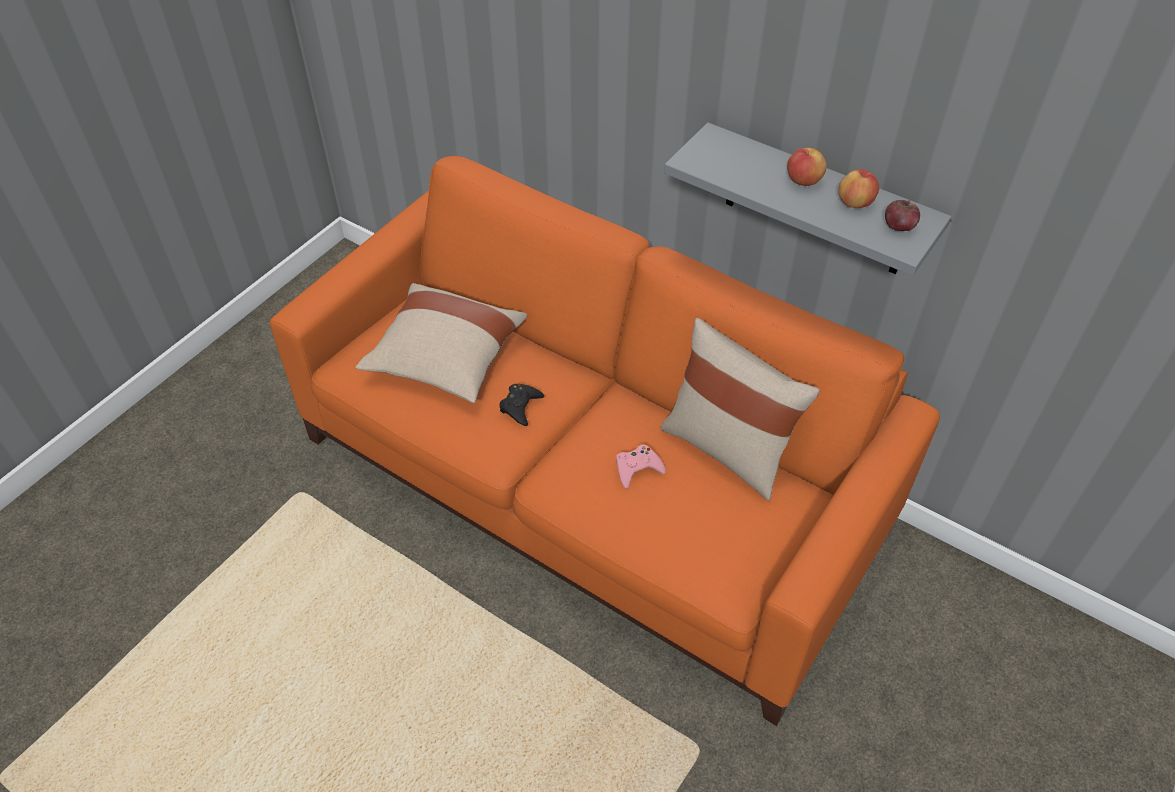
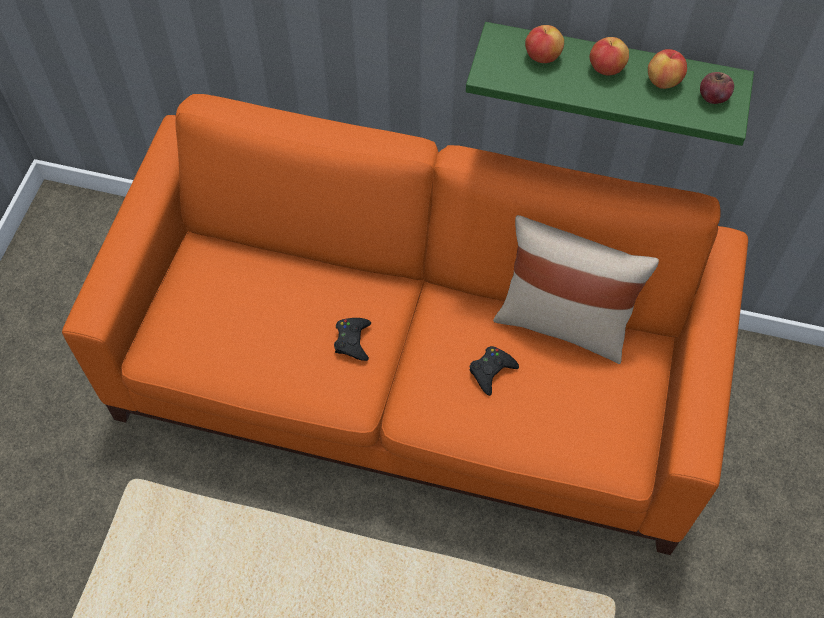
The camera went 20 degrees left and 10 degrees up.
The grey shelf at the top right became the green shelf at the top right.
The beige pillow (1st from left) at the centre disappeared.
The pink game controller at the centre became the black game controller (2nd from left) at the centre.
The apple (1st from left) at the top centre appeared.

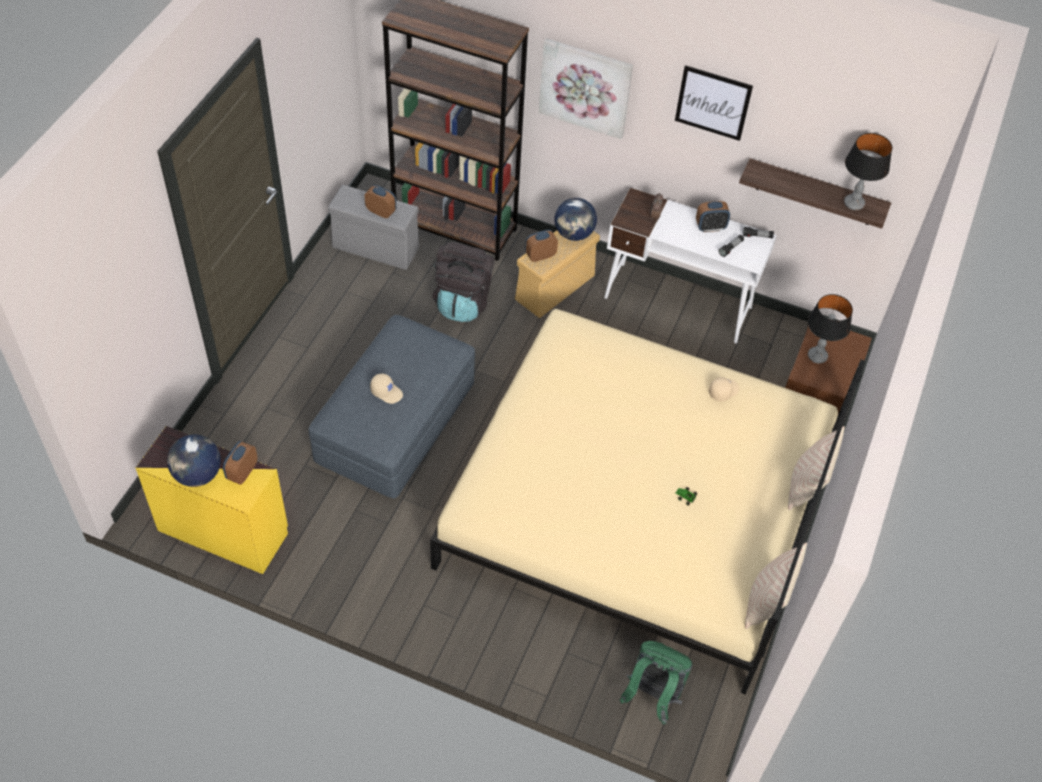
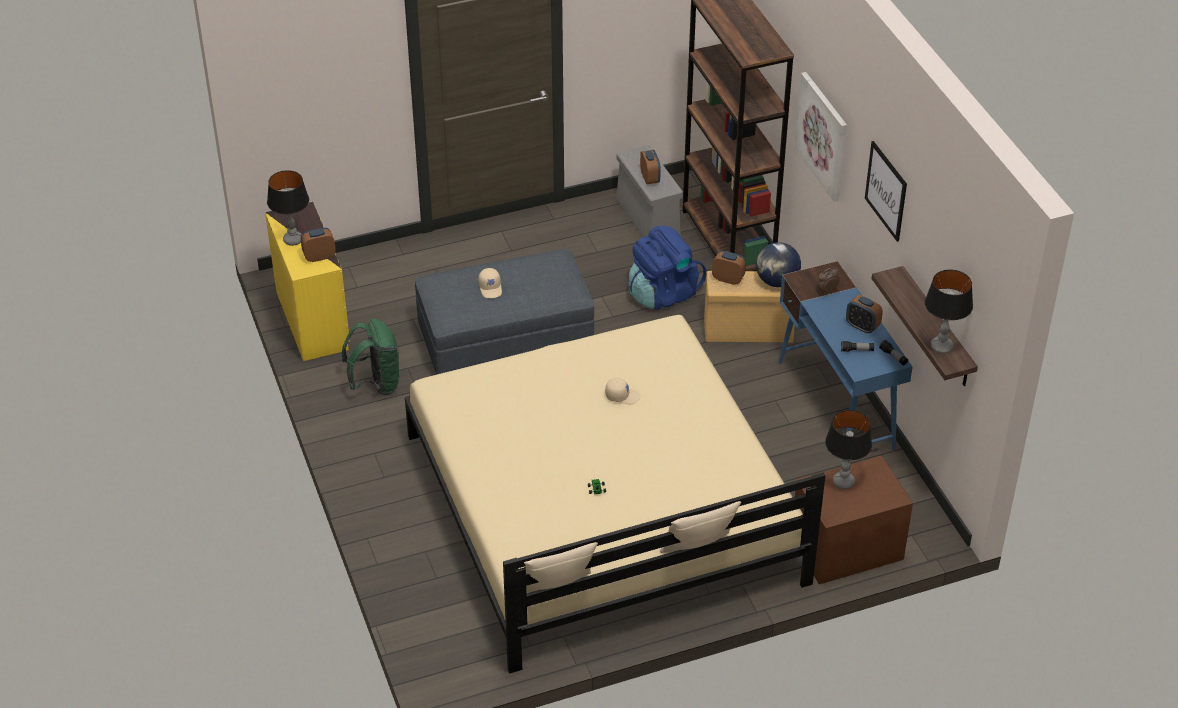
The camera went 50 degrees right and 10 degrees down.
The white desk at the centre became the blue desk at the middle right.
The black backpack at the centre became the blue backpack at the centre.
The beige cap (2nd from left) moved from the middle right to the centre.
The globe (1st from left) at the middle left was replaced by the table lamp (1st from left) at the top left.
The green backpack moved from the bottom centre to the middle left.

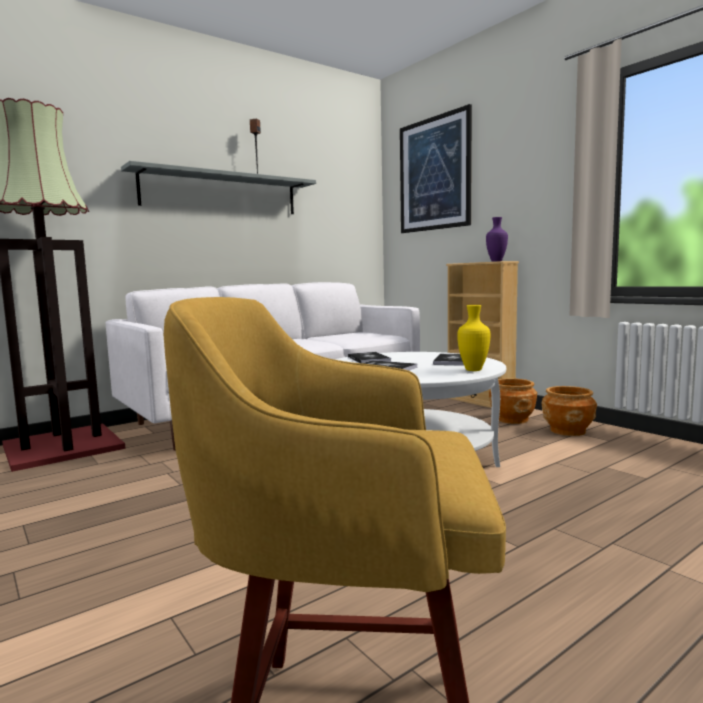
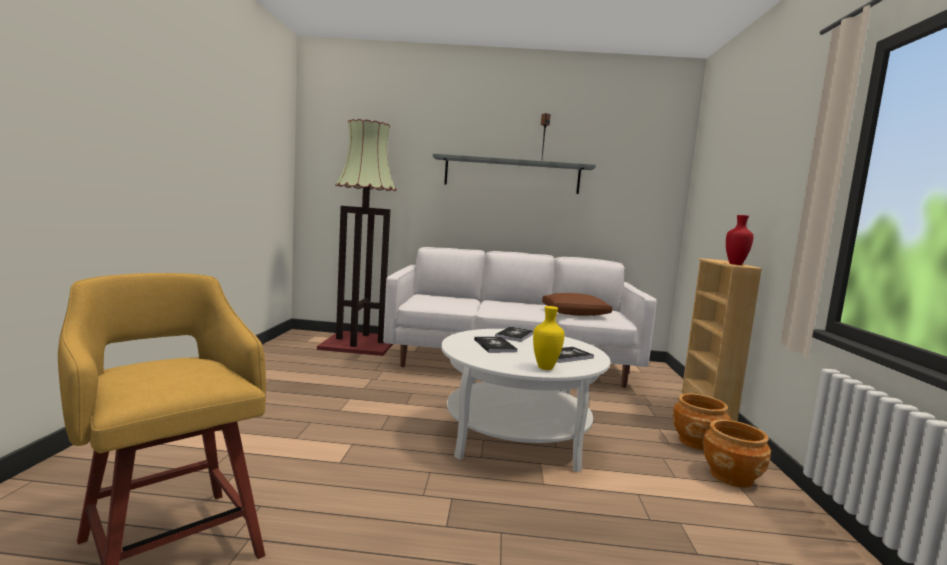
The camera went 40 degrees right and 0 degrees up.
The picture at the top centre disappeared.
The purple vase at the middle right became the red vase at the middle right.
The brown pillow at the centre appeared.

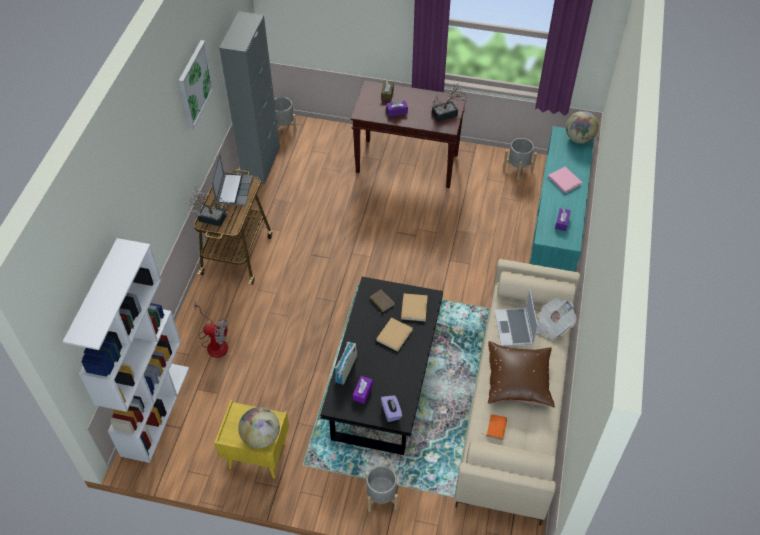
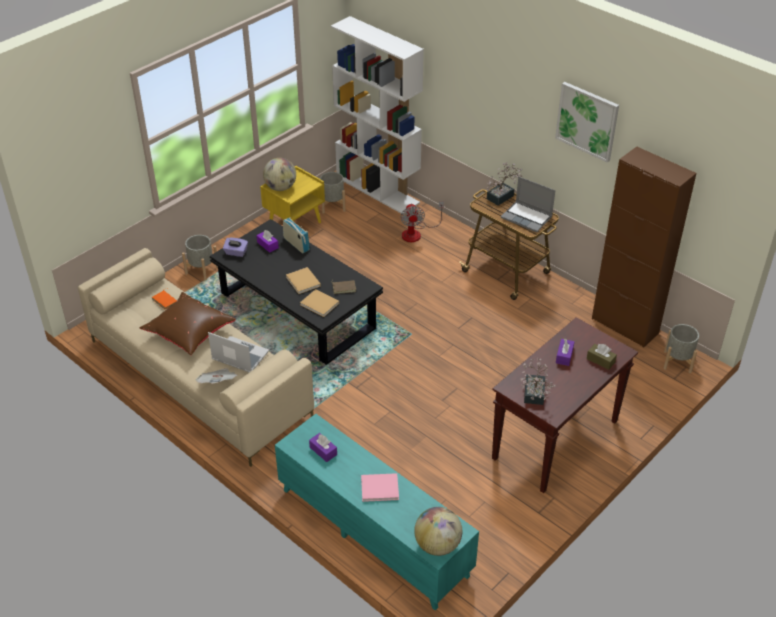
The camera went 120 degrees right and 10 degrees down.
The grey cabinet at the top left became the brown cabinet at the middle right.
The grey planter (3rd from left in the first image) moved from the top right to the top centre.
The fan at the middle left turned 45 degrees counterclockwise.

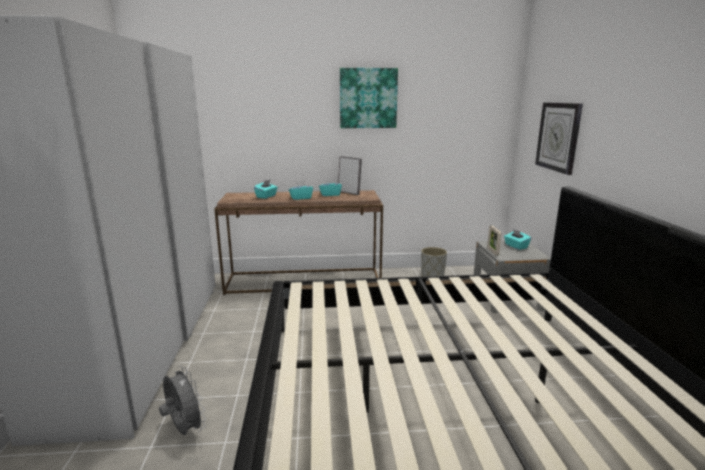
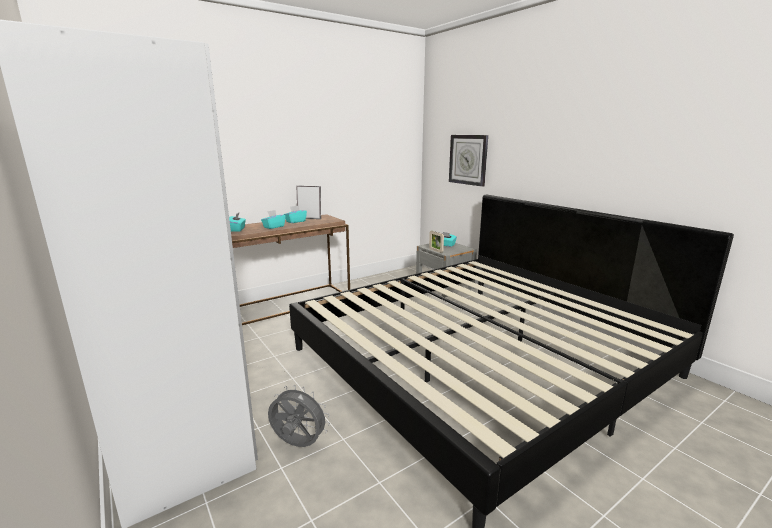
The camera went 30 degrees left and 0 degrees up.
The picture at the top centre disappeared.
The grey planter at the centre disappeared.

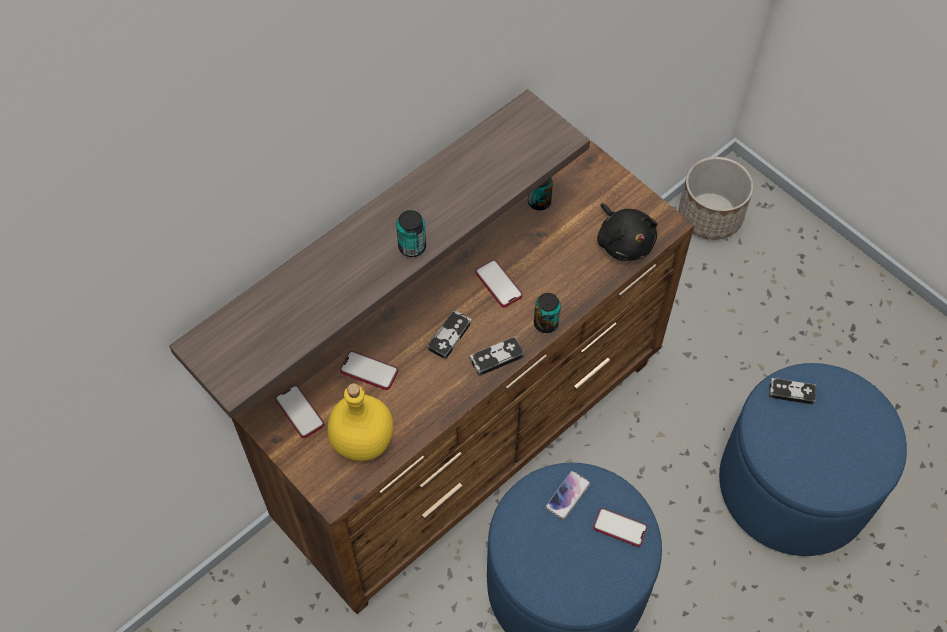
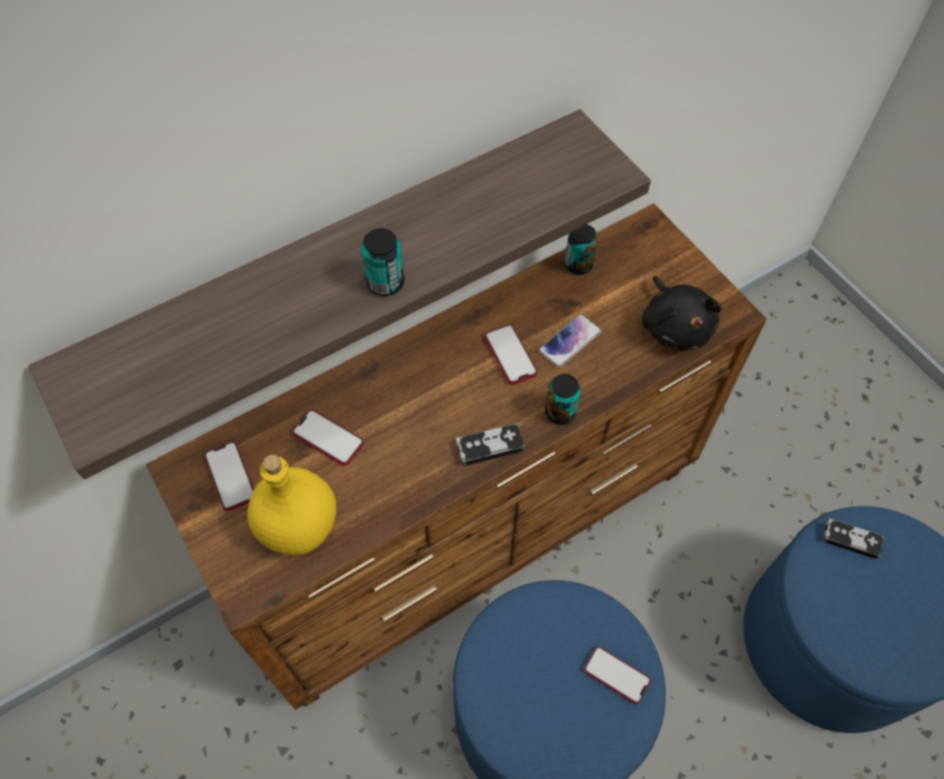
The camera went 10 degrees right and 0 degrees up.
The planter at the top right disappeared.
The game controller (1st from left) at the centre disappeared.
The phone (4th from left) moved from the bottom centre to the centre.

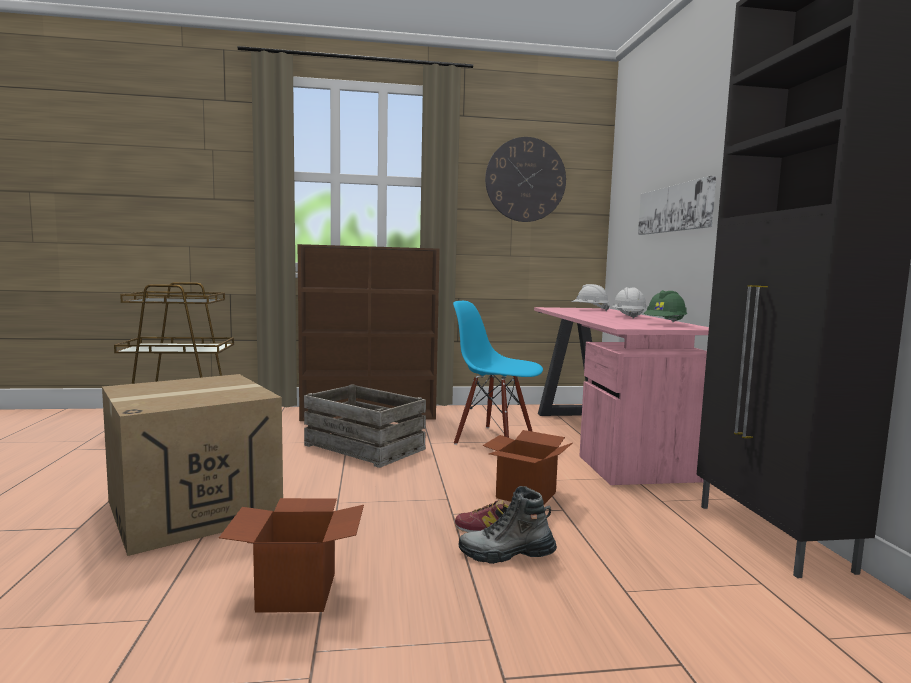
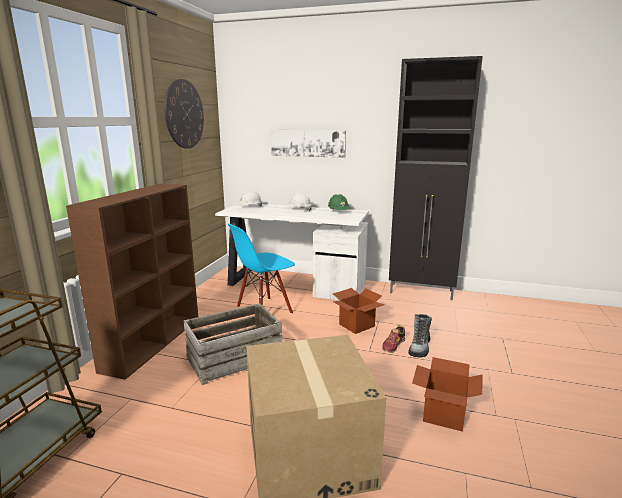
The camera went 65 degrees left and 10 degrees up.
The pink desk at the middle right became the white desk at the centre.

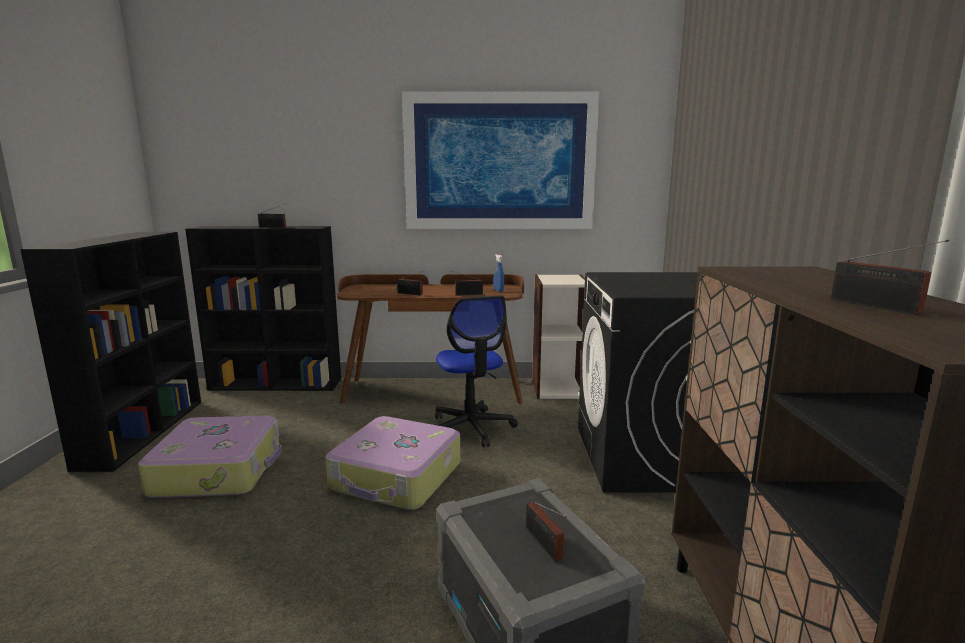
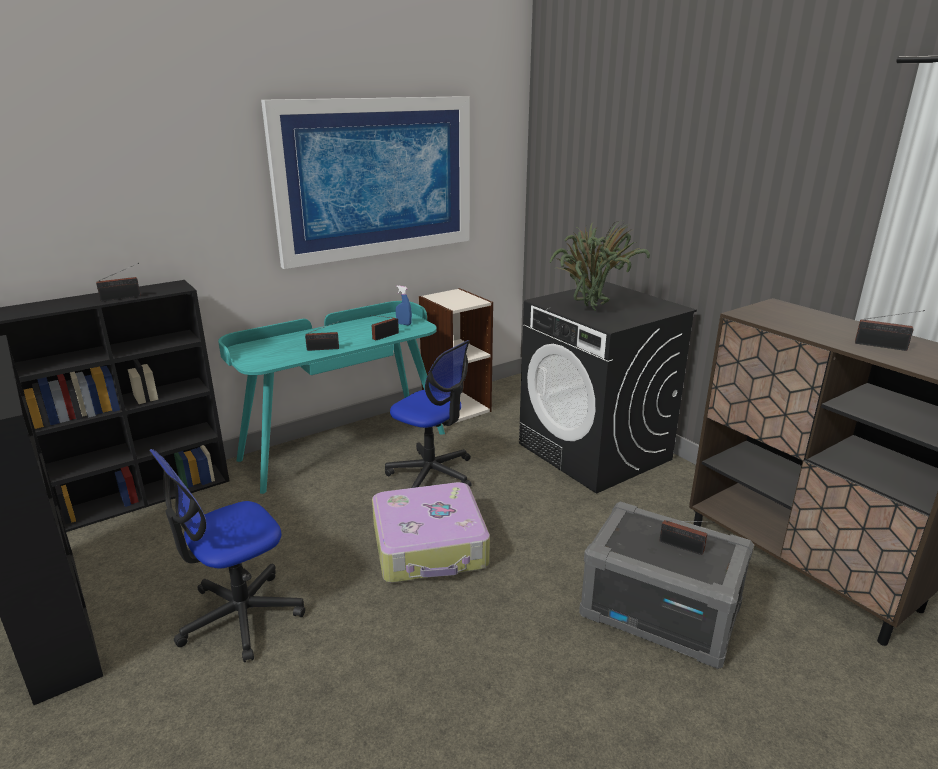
The camera went 35 degrees left and 10 degrees up.
The brown desk at the centre became the turquoise desk at the centre.
The suitcase (1st from left) at the bottom left was replaced by the office chair (1st from left) at the bottom left.
The potted plant at the centre appeared.

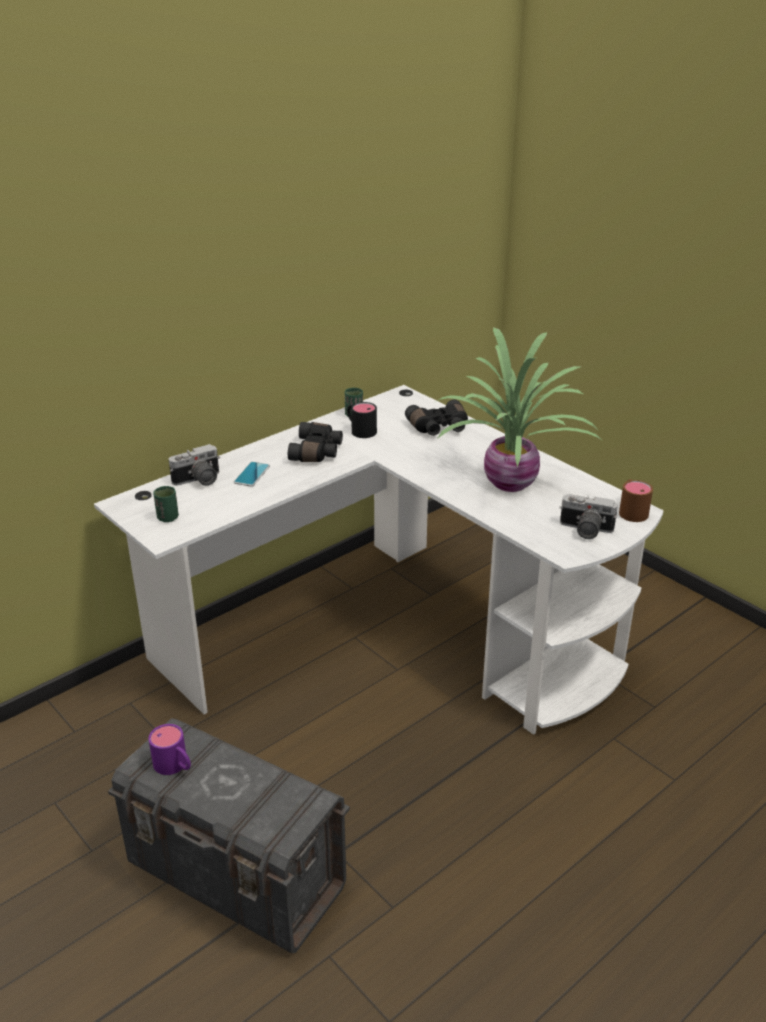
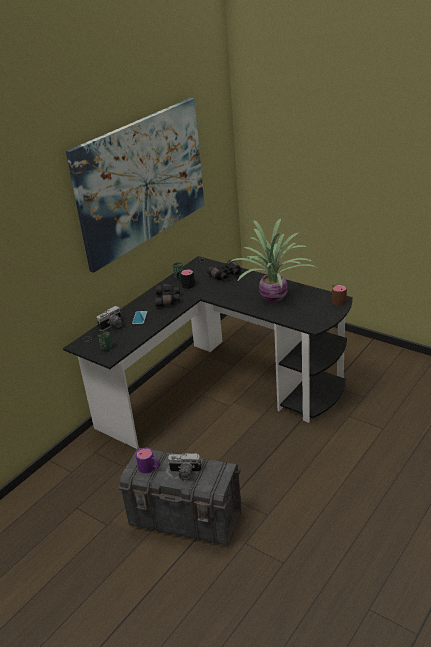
The camera went 10 degrees left and 0 degrees up.
The white desk at the centre became the black desk at the centre.
The photo camera (2nd from left) moved from the middle right to the bottom centre.
The picture at the top left appeared.

